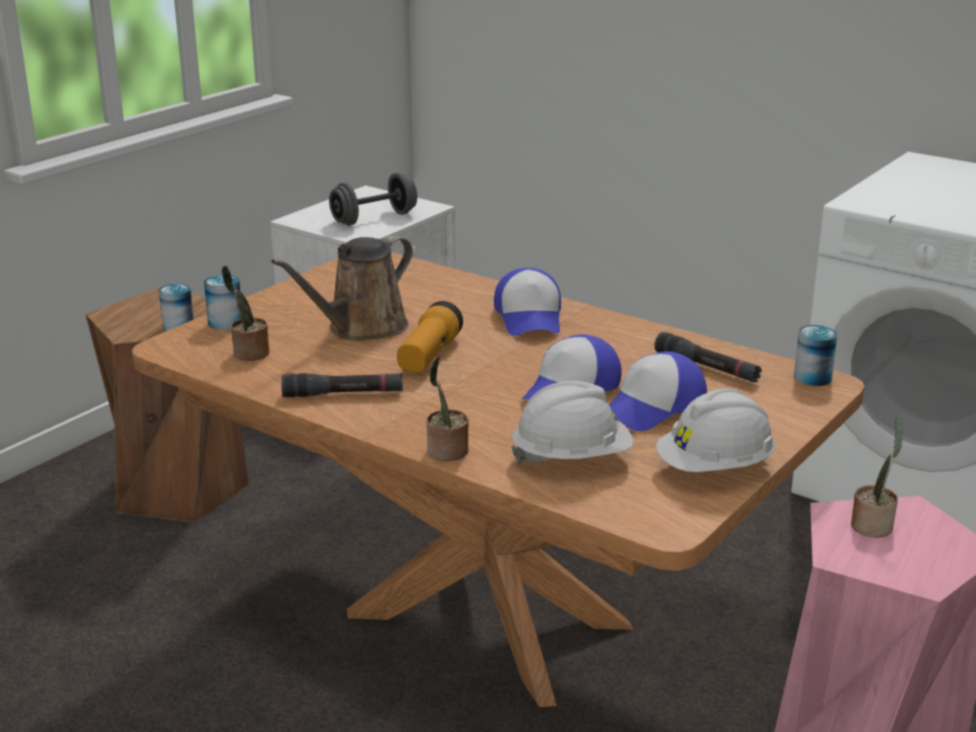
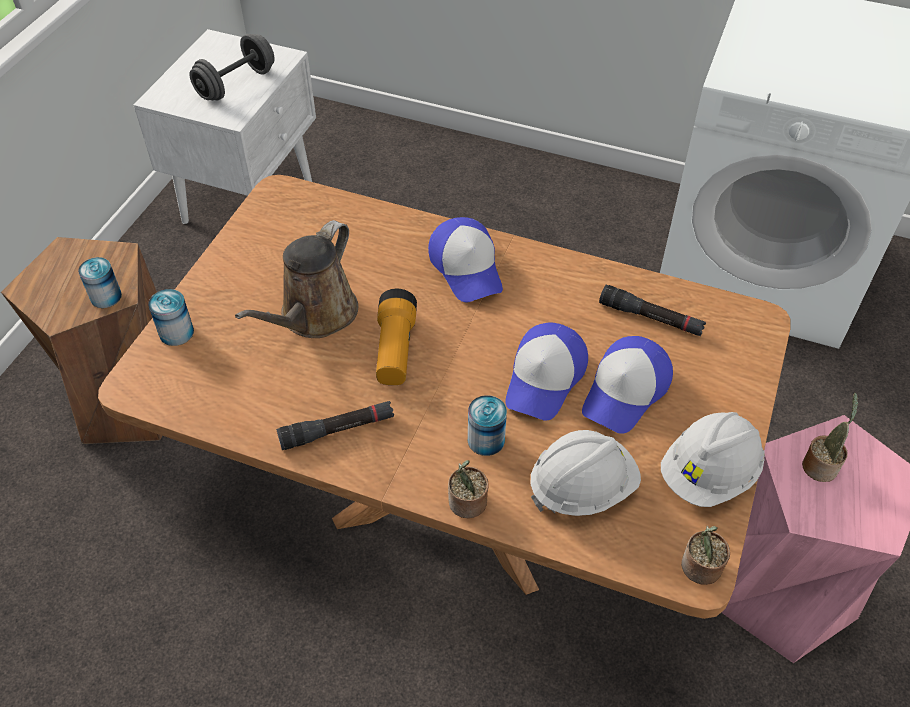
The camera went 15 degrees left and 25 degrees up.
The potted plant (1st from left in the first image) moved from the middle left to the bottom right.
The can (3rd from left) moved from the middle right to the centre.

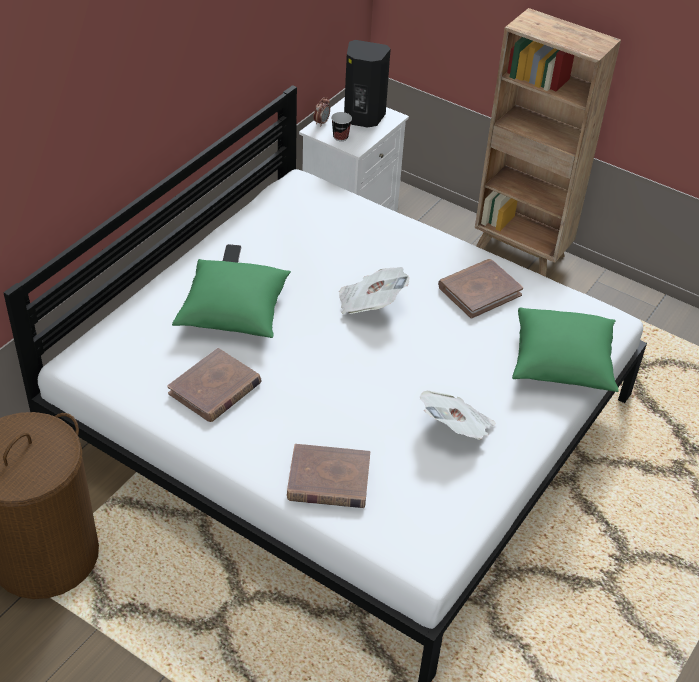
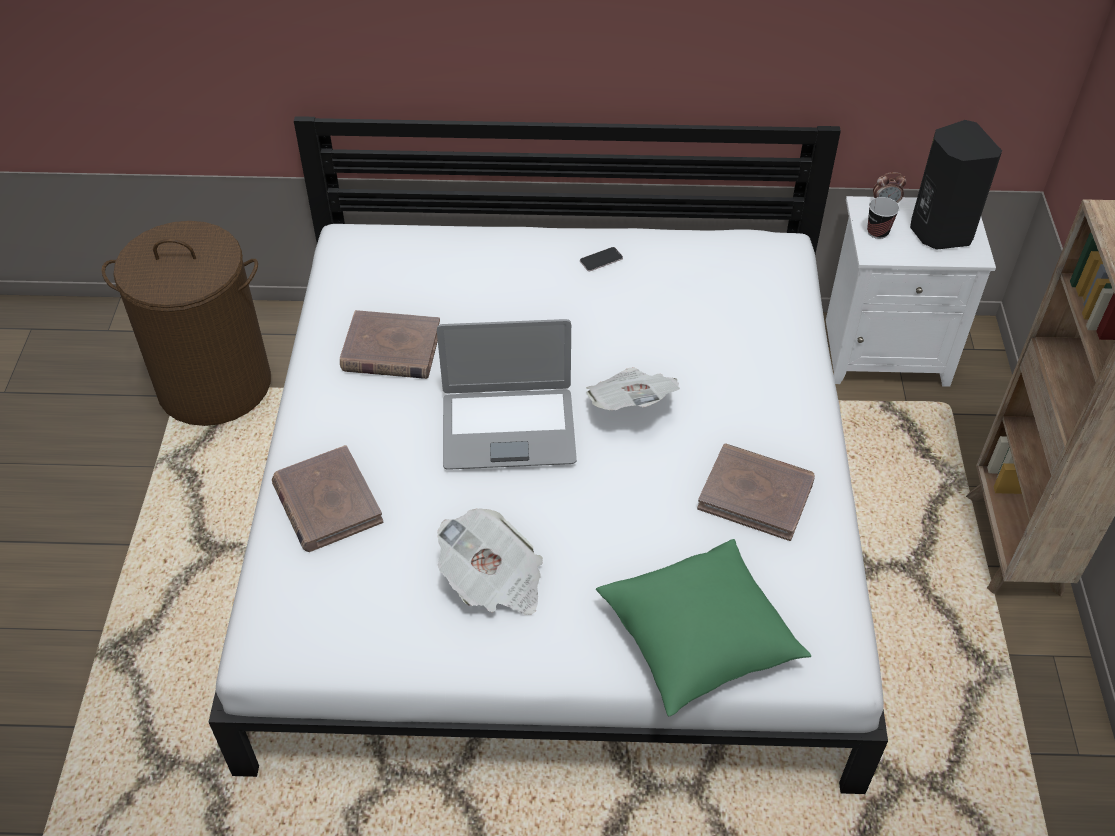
The camera went 60 degrees right and 5 degrees up.
The green pillow (1st from left) at the middle left disappeared.
The laptop at the centre appeared.

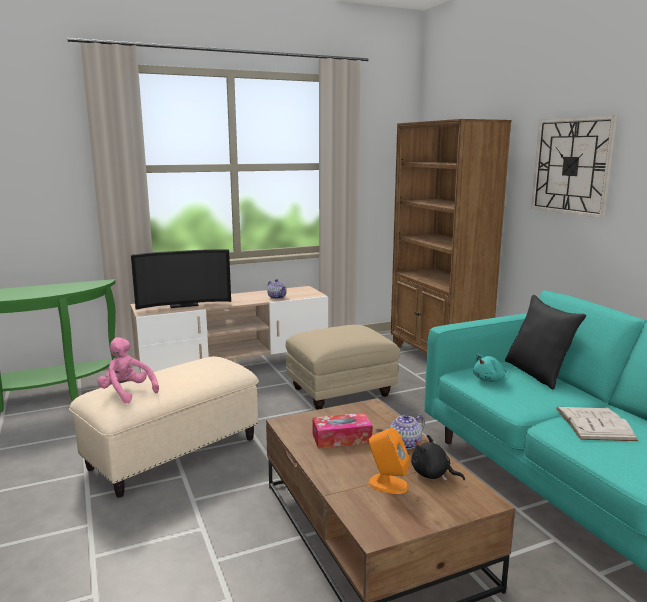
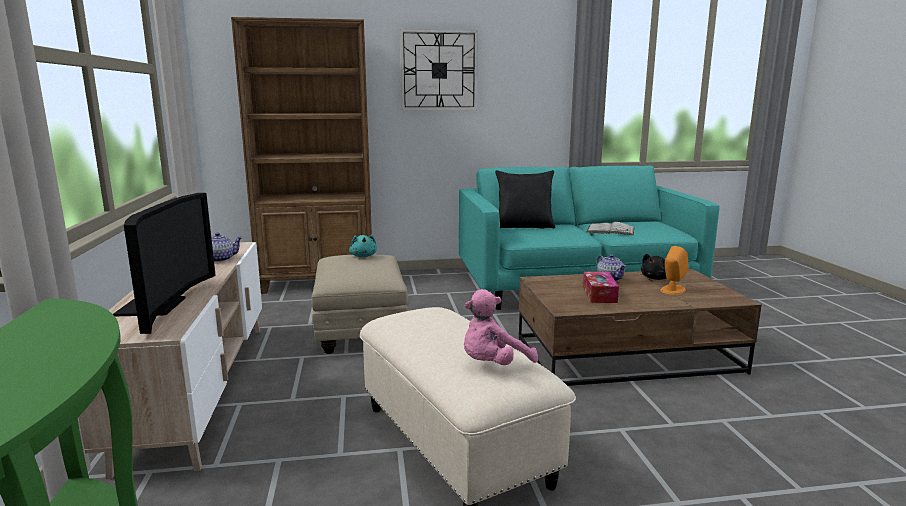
The camera went 75 degrees left and 0 degrees up.
The turquoise plush toy moved from the middle right to the centre.

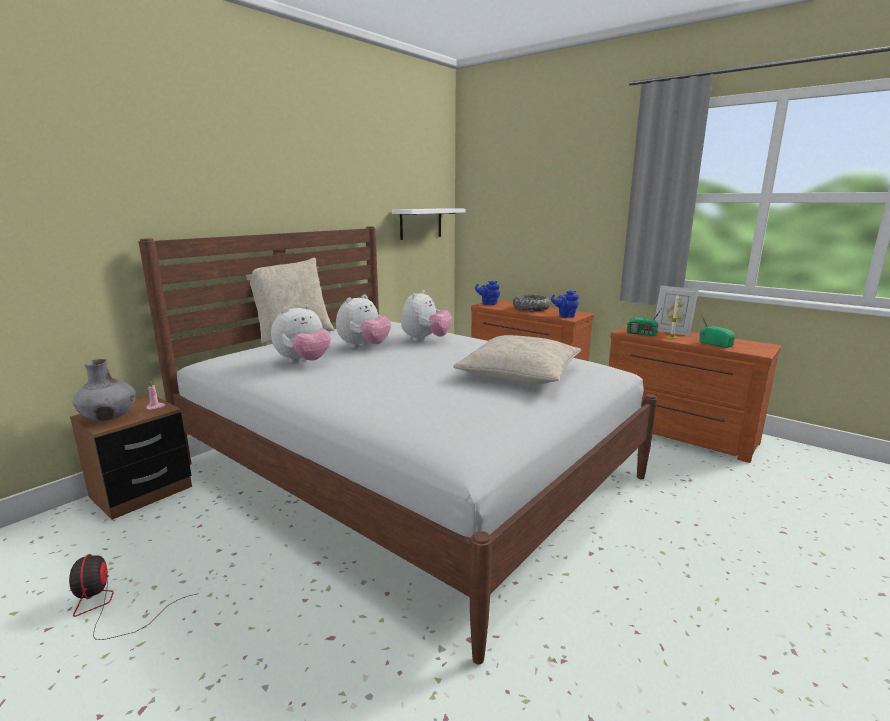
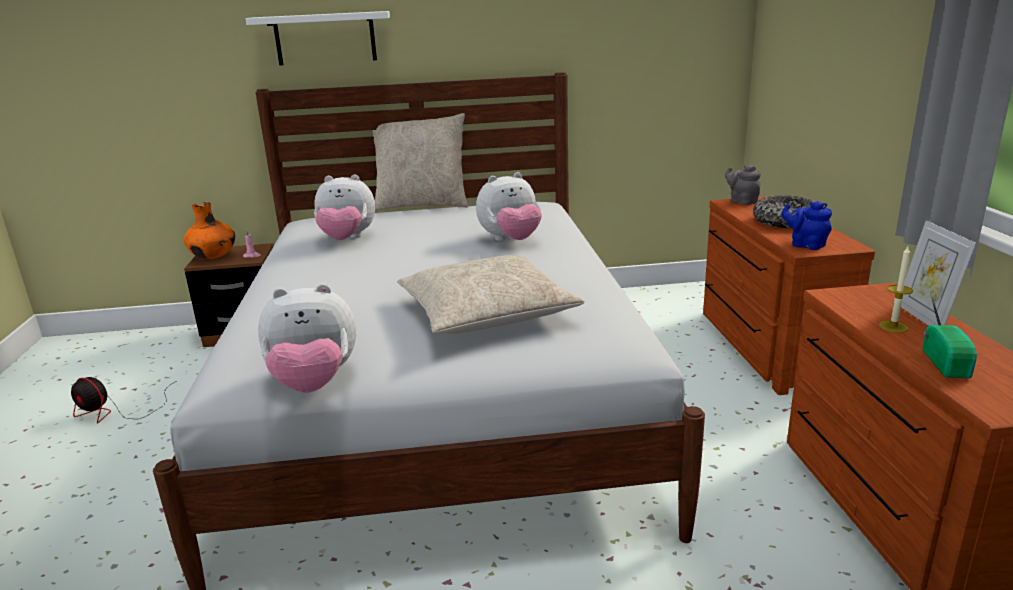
The camera went 45 degrees right and 5 degrees up.
The white shelf moved from the top centre to the top left.
The blue teapot (1st from left) at the centre became the grey teapot at the top right.
The plush toy (2nd from left in the first image) moved from the centre to the middle left.
The radio (1st from left) at the middle right disappeared.
The grey vase at the middle left became the orange vase at the middle left.
The fan at the bottom left turned 90 degrees counterclockwise.

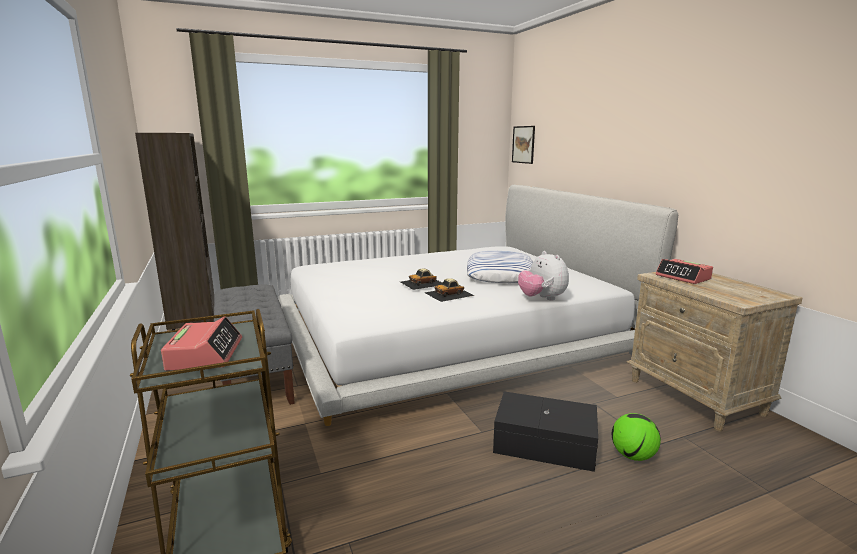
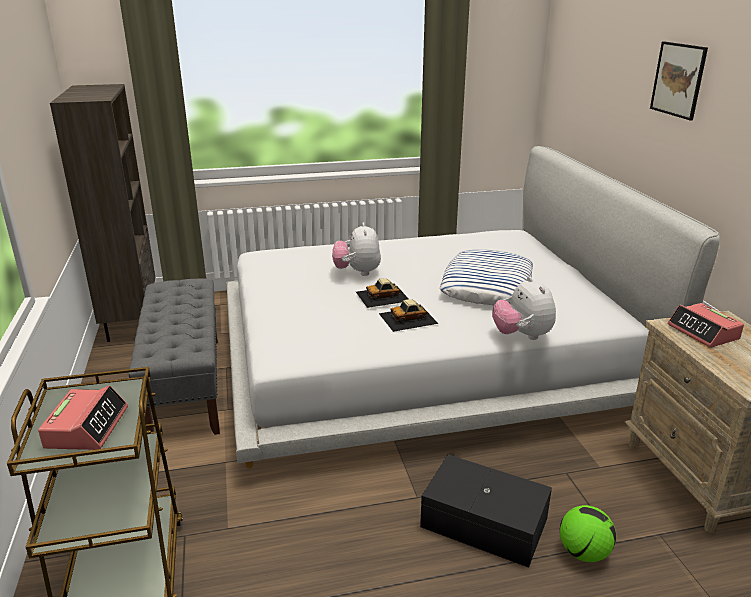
The camera went 10 degrees right and 10 degrees up.
The picture moved from the top centre to the top right.
The plush toy (1st from left) at the centre appeared.

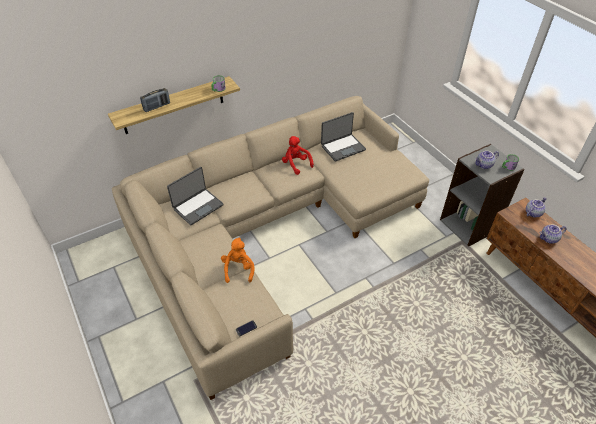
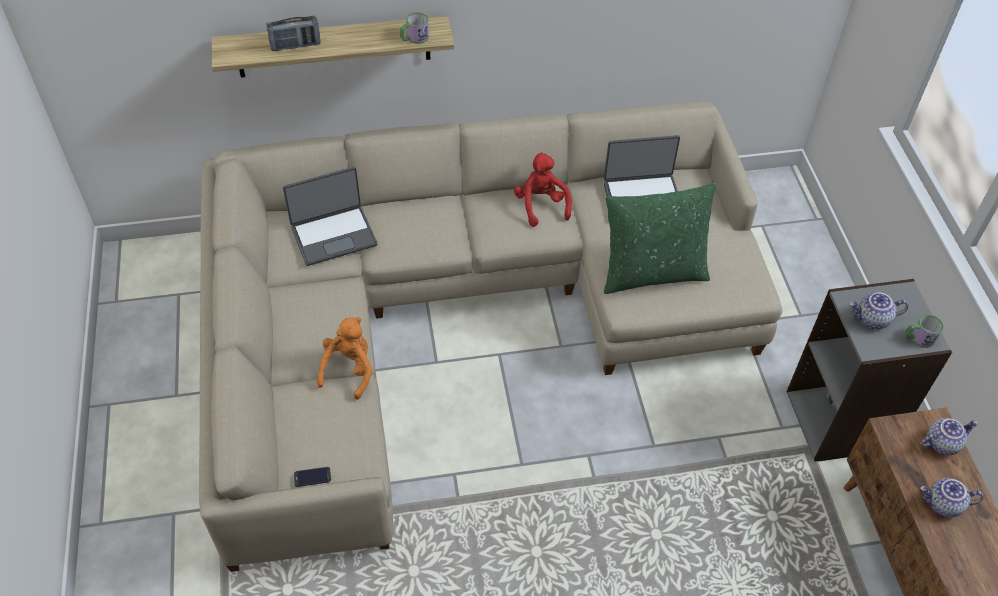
The camera went 20 degrees right and 5 degrees up.
The green pillow at the centre appeared.

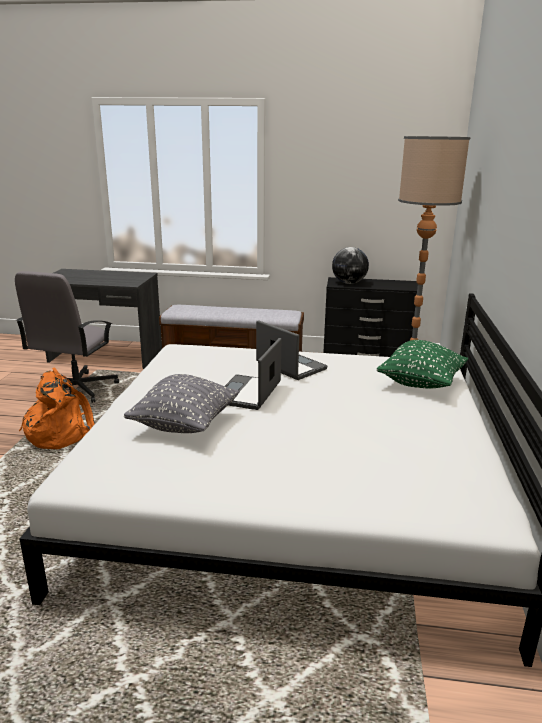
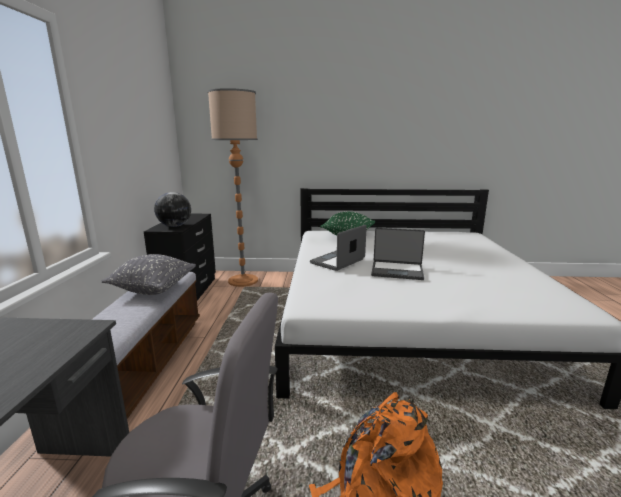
The camera went 95 degrees left and 5 degrees down.
The grey pillow moved from the centre to the middle left.

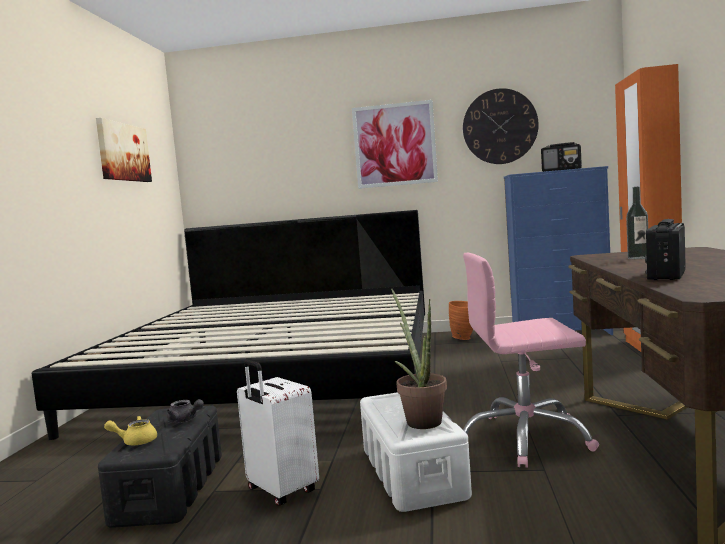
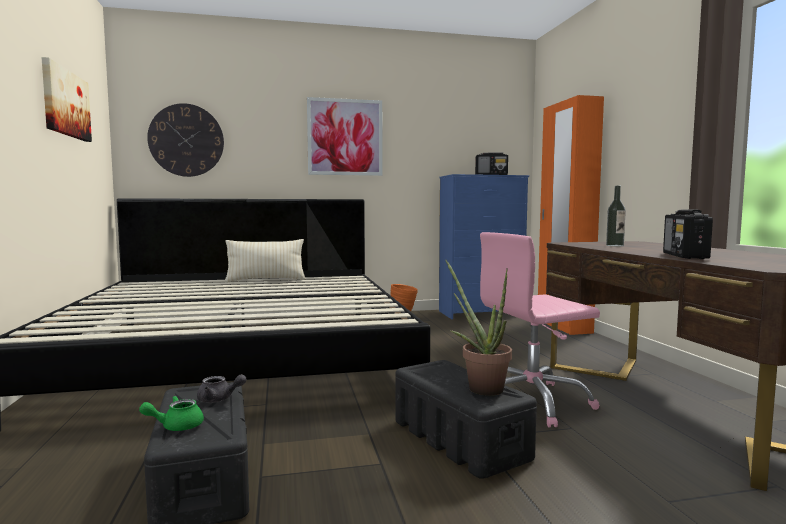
The camera went 20 degrees left and 0 degrees up.
The wall clock moved from the top right to the top left.
The white suitcase at the bottom centre disappeared.
The white storage box at the bottom centre became the black storage box (2nd from left) at the bottom centre.
The yellow teapot at the bottom left became the green teapot at the bottom left.
The beige pillow at the centre appeared.

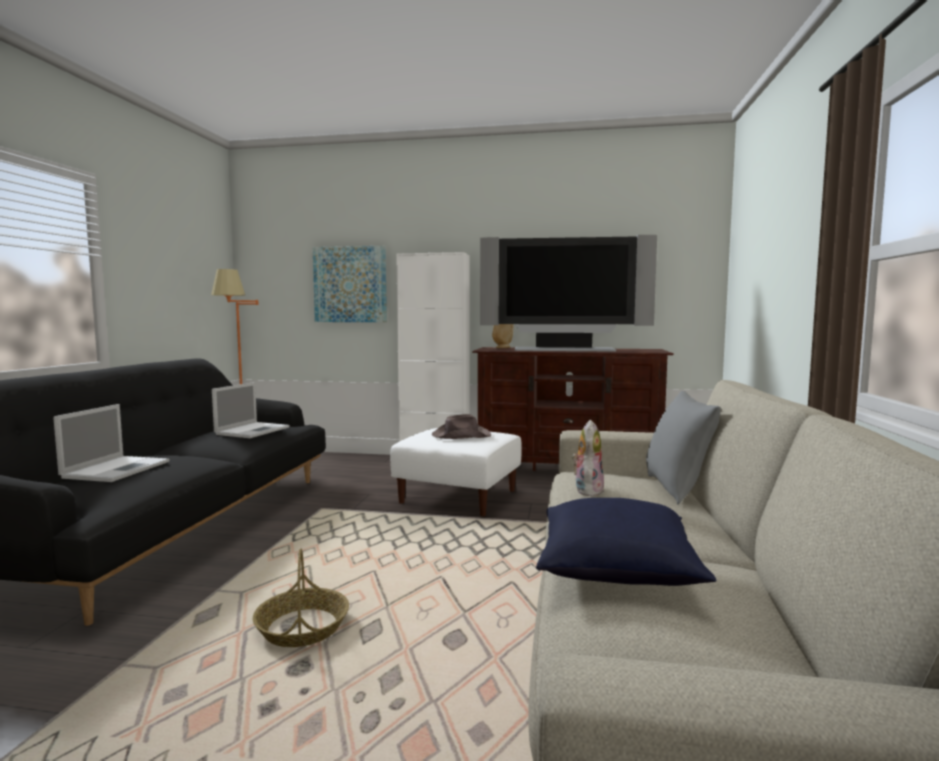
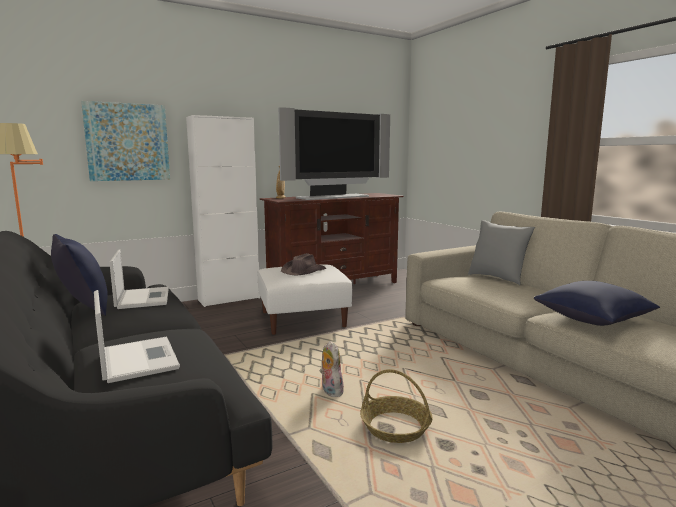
The camera went 40 degrees left and 5 degrees up.
The plush toy moved from the centre to the bottom centre.
The blue pillow (1st from left) at the middle left appeared.

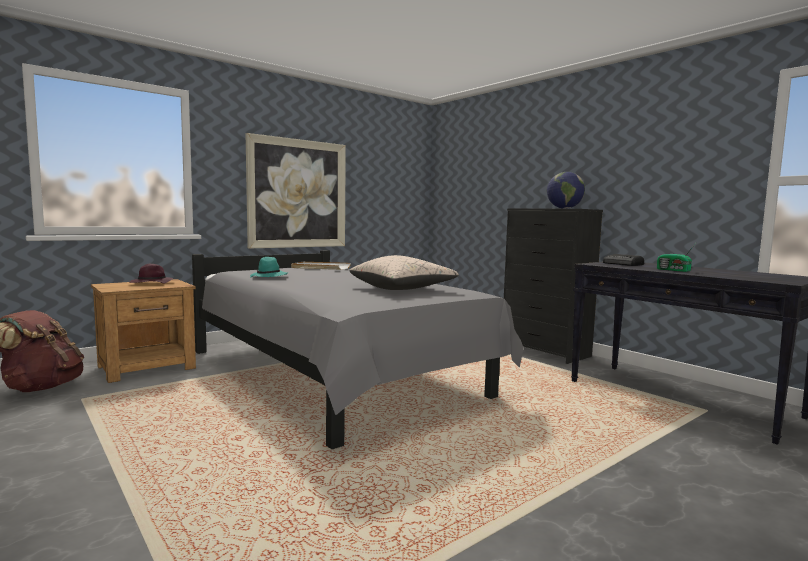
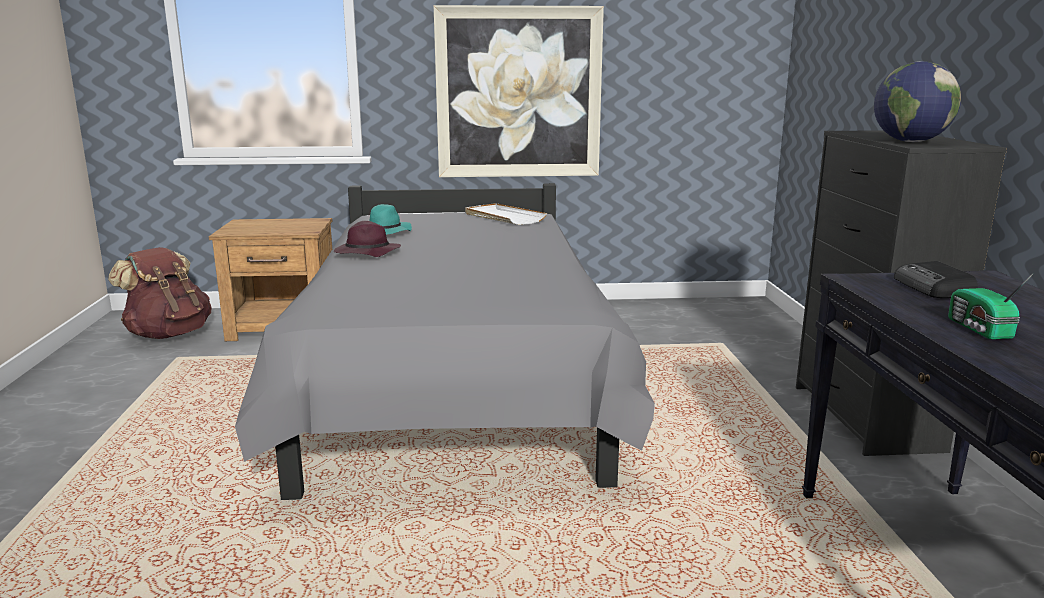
The camera went 35 degrees right and 10 degrees up.
The beige pillow at the centre disappeared.
The purple hat moved from the middle left to the centre.

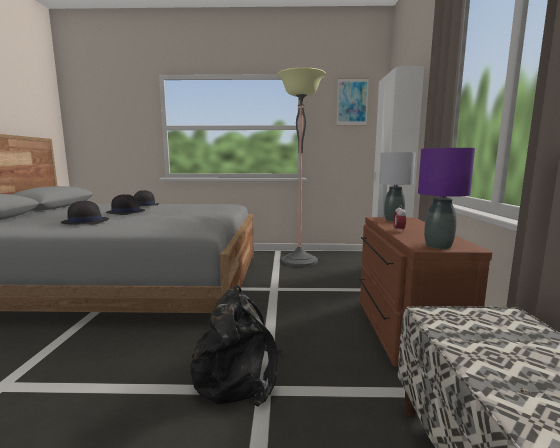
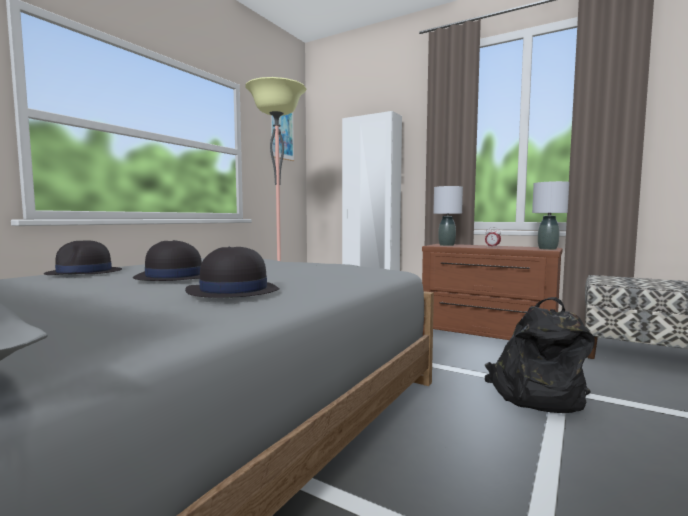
The camera went 60 degrees left and 5 degrees down.
The purple table lamp at the middle right became the grey table lamp (2nd from left) at the middle right.

